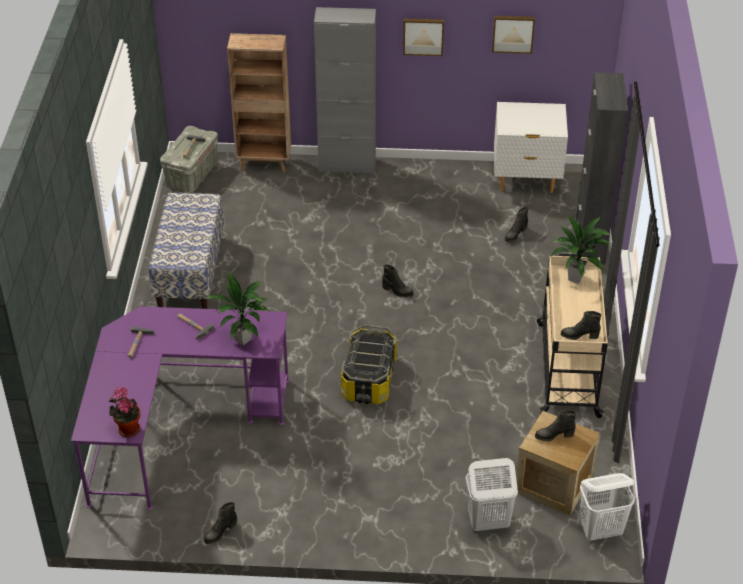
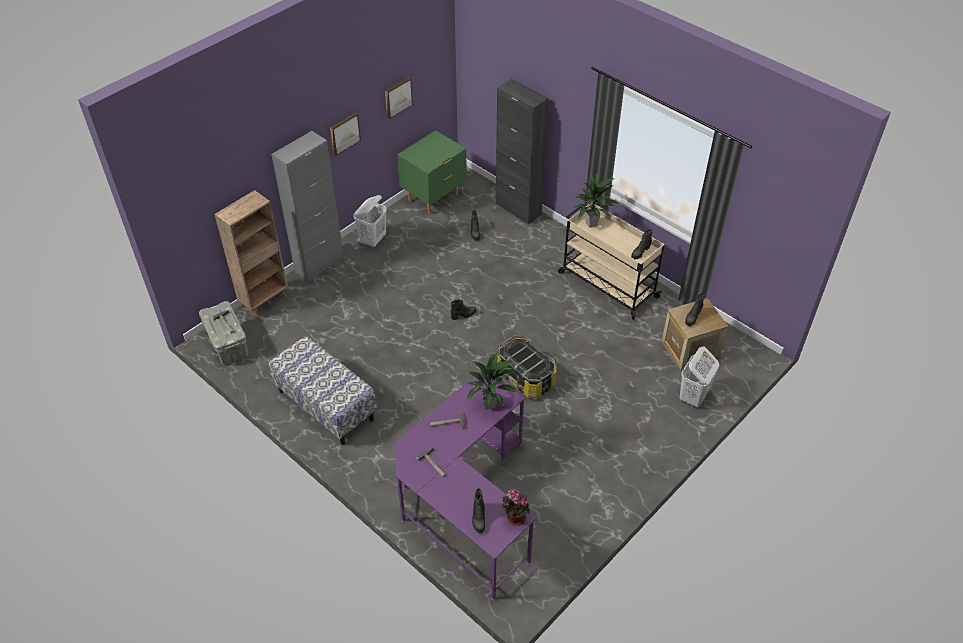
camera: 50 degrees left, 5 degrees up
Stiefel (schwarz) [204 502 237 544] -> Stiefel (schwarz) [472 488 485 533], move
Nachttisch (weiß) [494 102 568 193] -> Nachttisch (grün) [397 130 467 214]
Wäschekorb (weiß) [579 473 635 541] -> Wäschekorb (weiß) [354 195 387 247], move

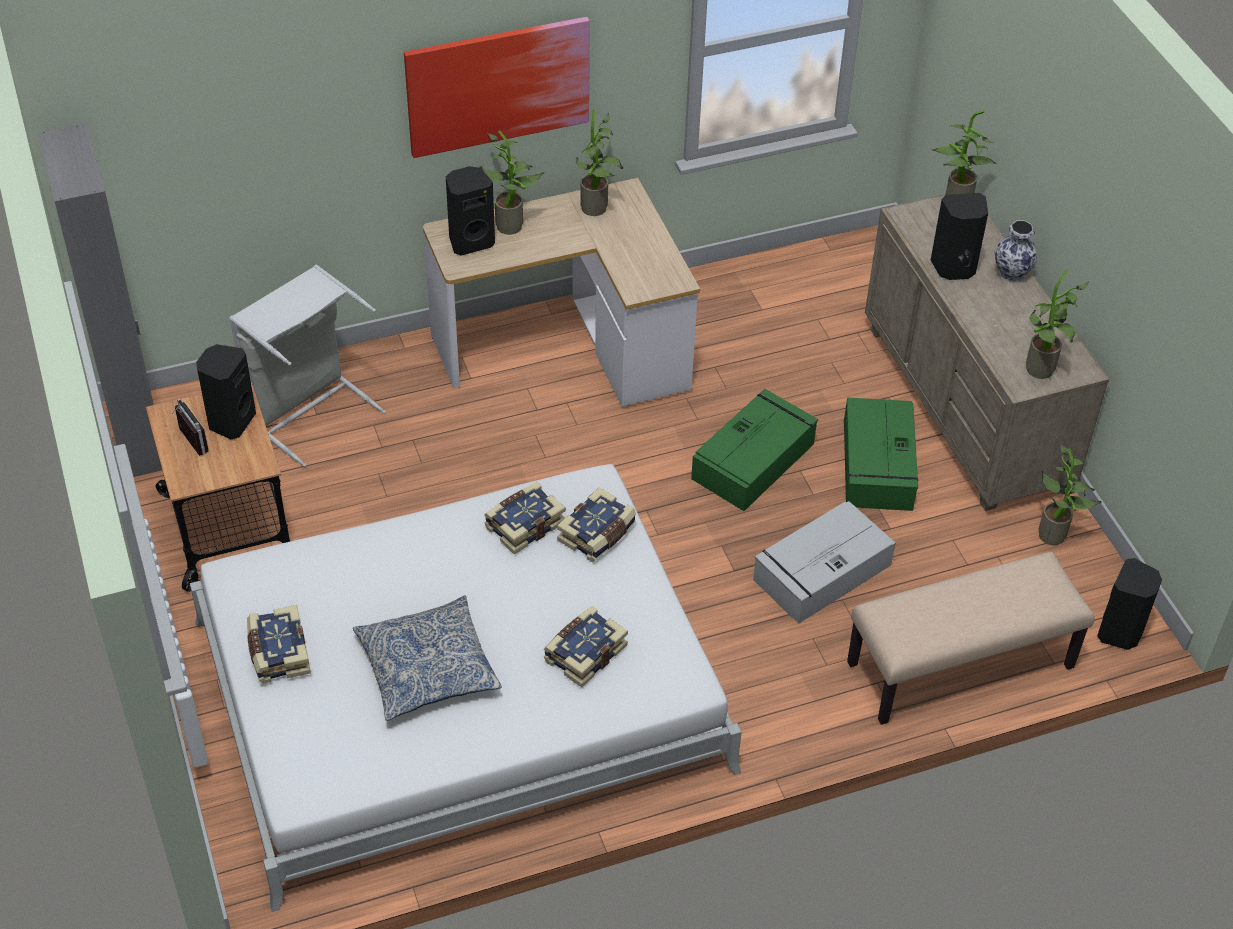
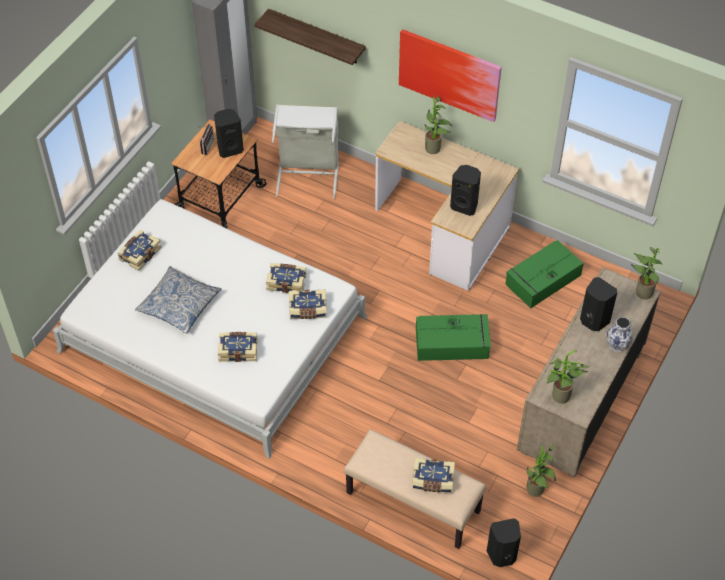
camera: 50 degrees right, 5 degrees up
Lautsprecher (schwarz) [446 166 495 256] -> Lautsprecher (schwarz) [450 165 481 216], move
Topfpflanze [576 110 623 216] -> none
Aufbewahrungsbox (grau) [753 501 895 624] -> none
Aufbewahrungsbox (grün) [844 398 918 511] -> Aufbewahrungsbox (grün) [505 240 584 308], move
none -> Wandregal [254 9 366 65]
none -> Buch [412 458 455 493]

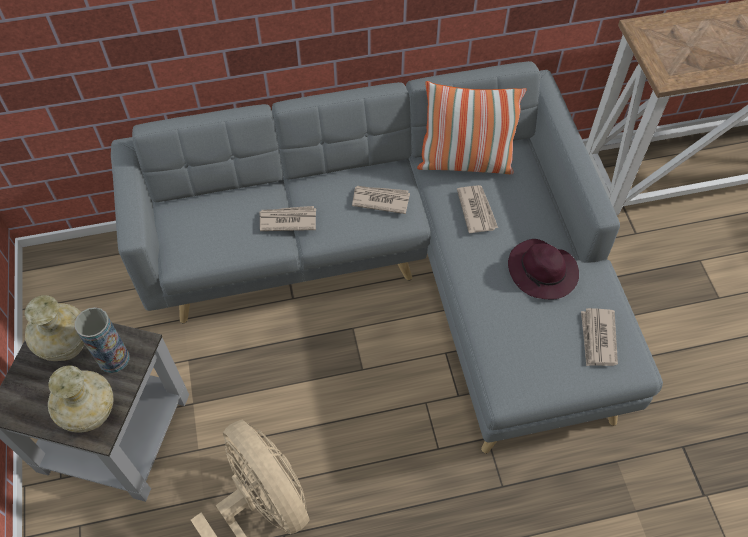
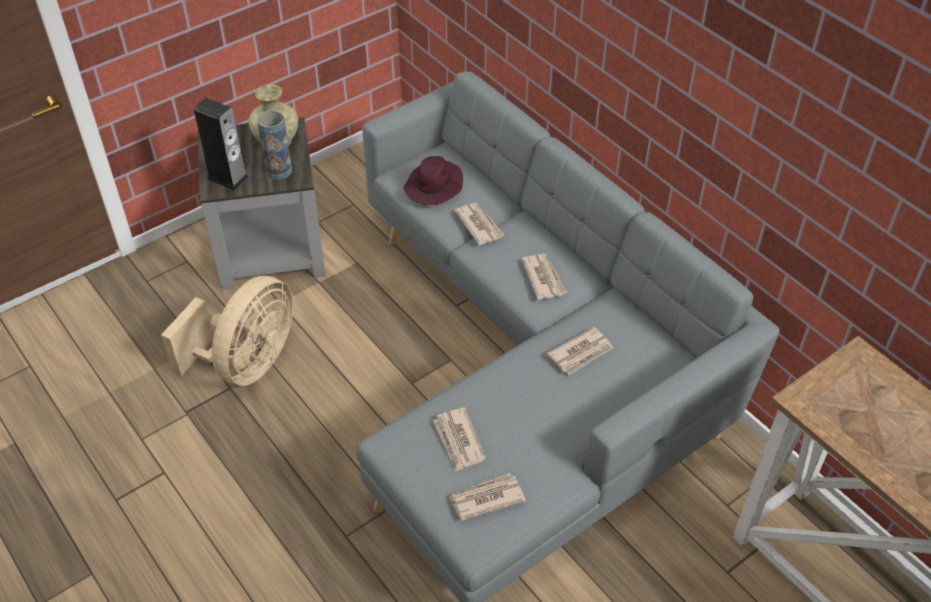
camera: 65 degrees right, 10 degrees down
Vase (beige) [48 366 113 433] -> Lautsprecher [194 98 249 191]
Kissen [417 81 527 174] -> none
Hut (lila) [508 239 579 299] -> Hut (lila) [403 156 463 205], move
none -> Zeitung [432 407 486 472]

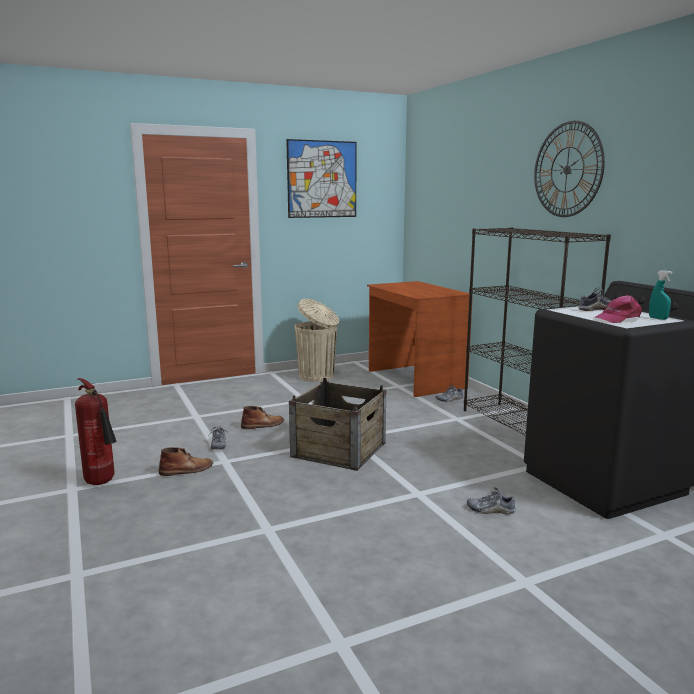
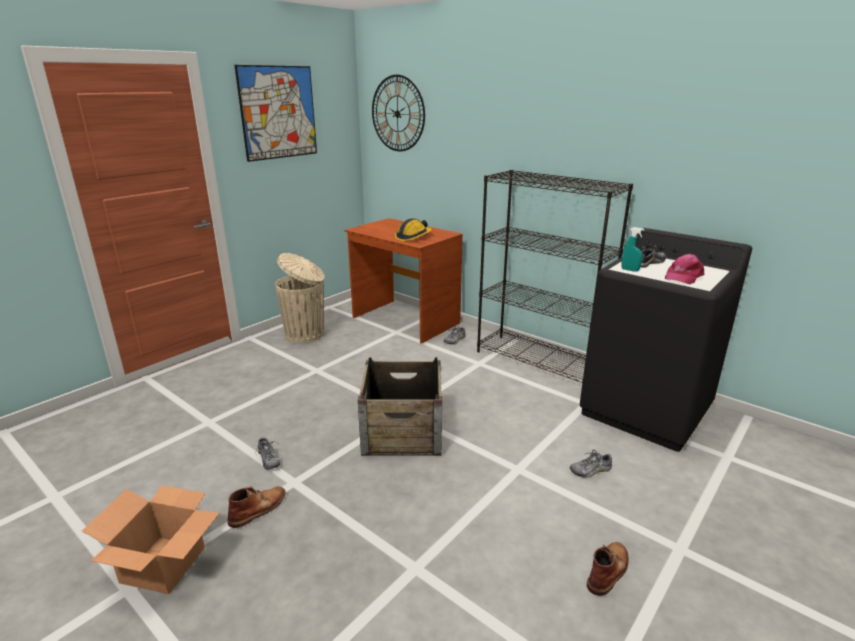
camera: 25 degrees left, 10 degrees up
Feuerlöscher [75 378 117 485] -> Karton [82 485 219 594]
Stiefel (braun) [241 406 284 429] -> Stiefel (braun) [587 542 629 596], move
Wanduhr [534 121 605 217] -> Wanduhr [372 75 425 151], move
Sprühflasche (türkis) [649 270 672 320] -> Sprühflasche (türkis) [622 227 645 271], move
none -> Schutzhelm [395 218 432 241]

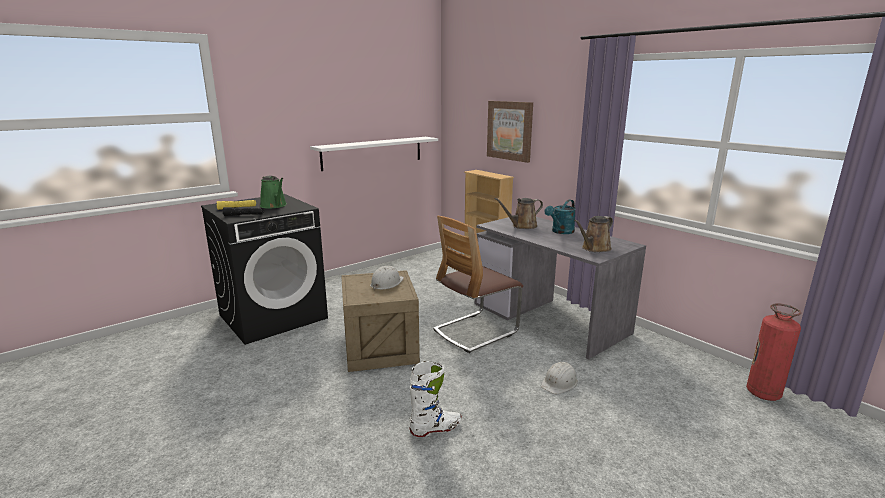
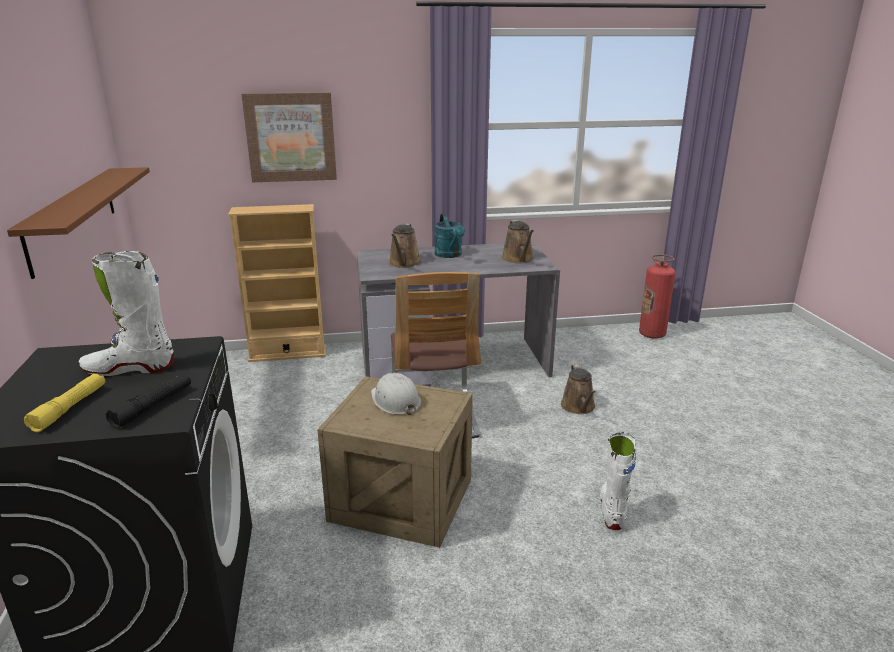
camera: 60 degrees left, 5 degrees up
Gießkanne (grün) [260 175 287 209] -> Stiefel (weiß) [79 251 174 376]
Wandregal (weiß) [310 137 438 171] -> Wandregal (braun) [7 167 150 279]
Schutzhelm (weiß) [541 362 578 394] -> Gießkanne (braun) [561 364 596 414]

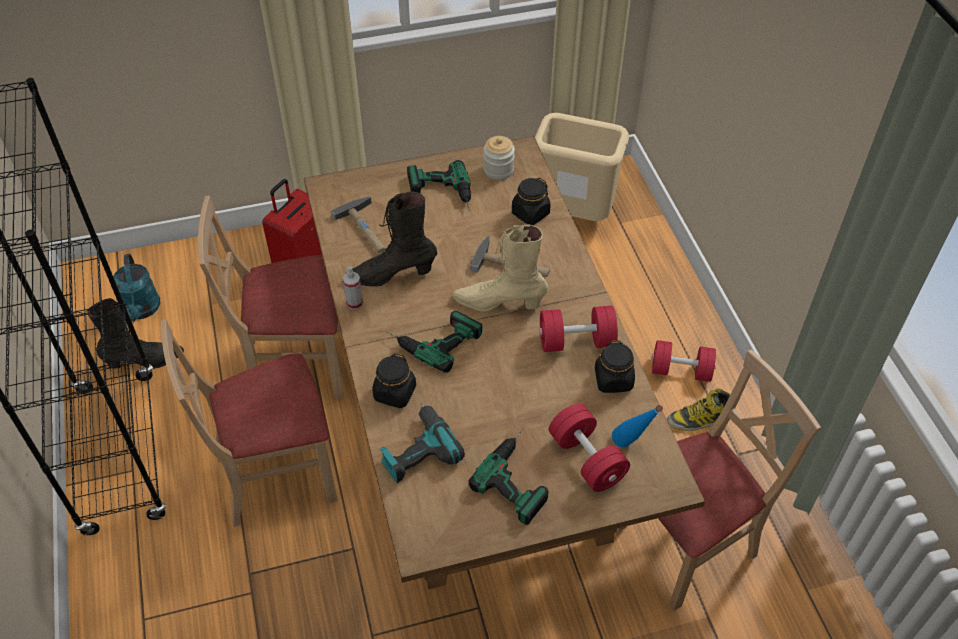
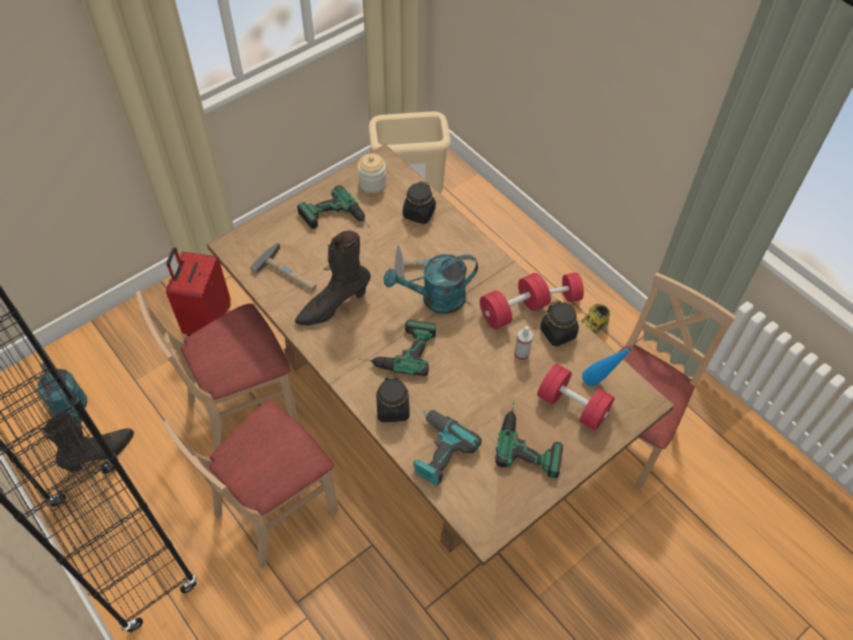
camera: 25 degrees left, 5 degrees up
Sprühflasche [343 266 363 310] -> Sprühflasche [514 326 533 361], move
Stiefel (beige) [453 225 548 312] -> Gießkanne (türkis) [384 254 478 314]

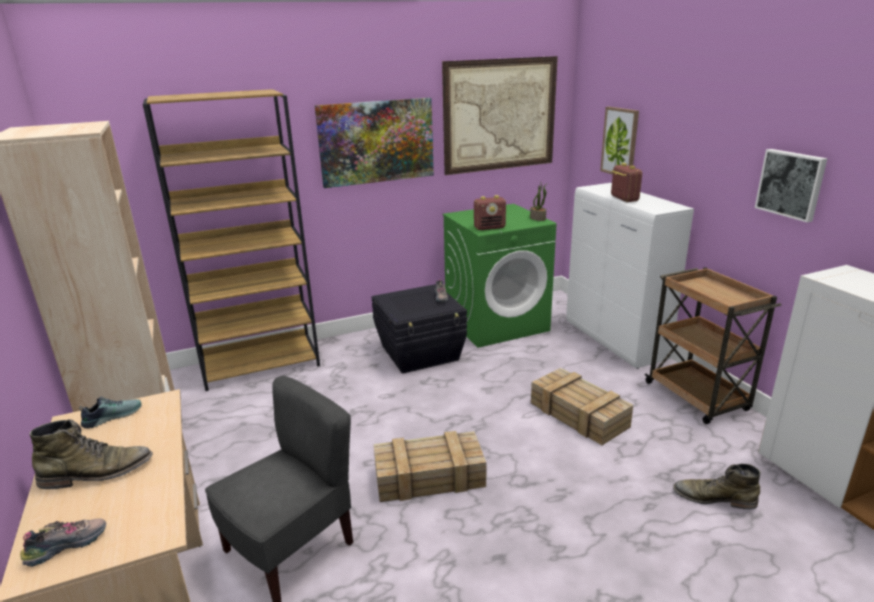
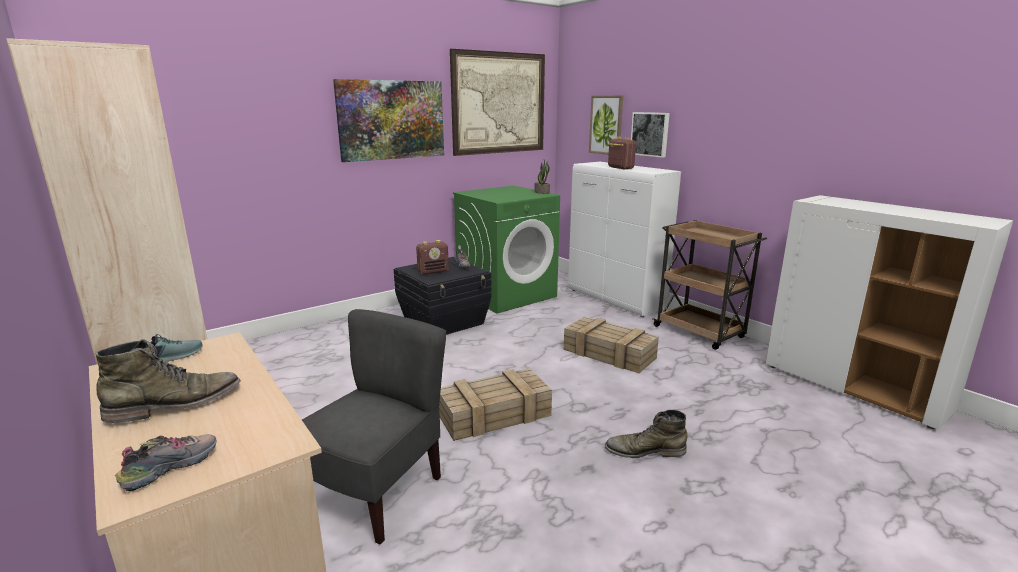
camera: 15 degrees left, 5 degrees down
Bücherregal (braun) [143 89 320 391] -> none
Radio [474 195 506 230] -> Radio [416 240 449 275], move
Stiefel (grün) [673 464 761 510] -> Stiefel (grün) [605 410 687 458], move
Bild [755 149 827 222] -> Bild [631 112 670 158], move

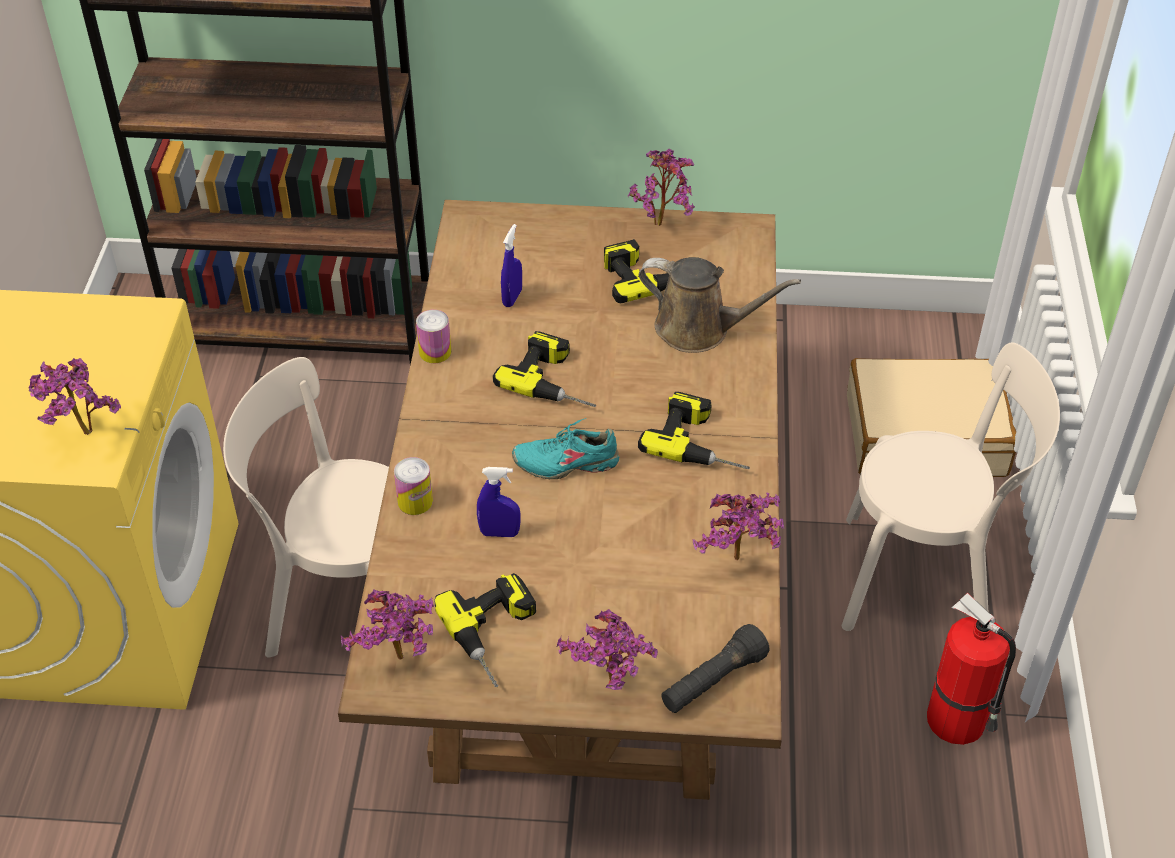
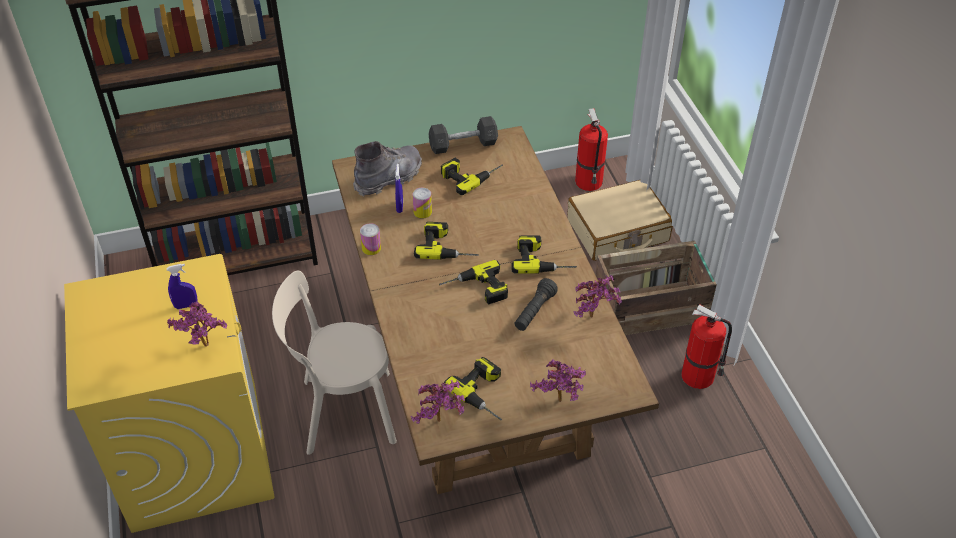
camera: 20 degrees left, 0 degrees up
Dose [394 457 433 515] -> Dose [413 188 432 219], move
Sprühflasche (blau) [477 467 520 537] -> Sprühflasche (blau) [167 264 198 309], move
Schuh (türkis) [512 418 619 479] -> Bohrmaschine [439 260 508 305]
Topfpflanze [628 149 695 226] -> Hantel (grau) [428 116 498 154]
Gießkanne (braun) [639 257 801 353] -> none
Taschenlampe (schwarz) [661 624 769 713] -> Taschenlampe (schwarz) [514 278 558 331], move
Stuhl (beige) [842 343 1060 631] -> Kiste [595 241 717 335]
none -> Stiefel (grau) [353 141 422 197]
none -> Feuerlöscher [575 108 608 191]

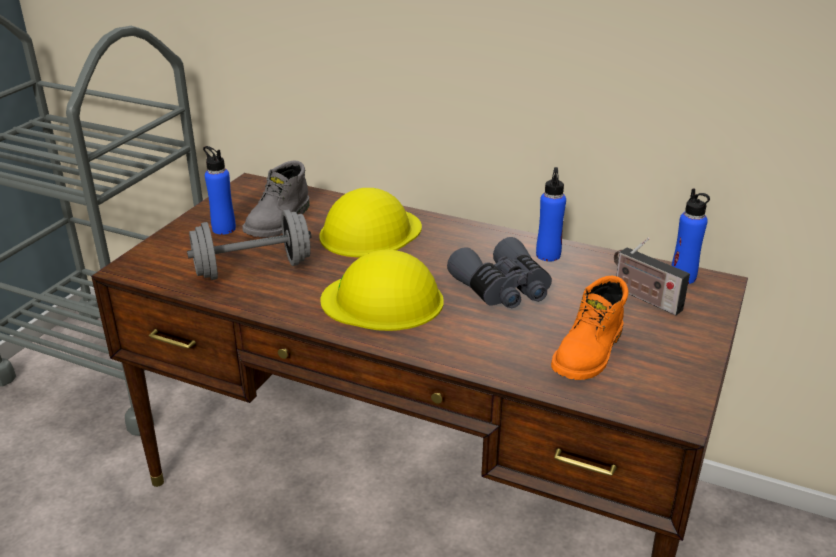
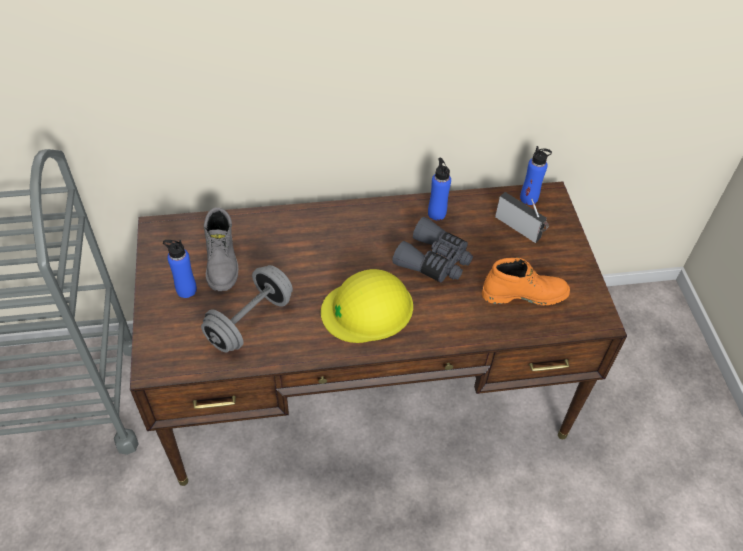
camera: 35 degrees left, 20 degrees up
Schutzhelm (gelb) [319 188 422 257] -> none
Stiefel (orange) [551 276 628 380] -> Stiefel (orange) [482 258 570 305], 90 degrees counterclockwise
Radio [614 237 690 315] -> Radio [495 192 549 243], 150 degrees counterclockwise

